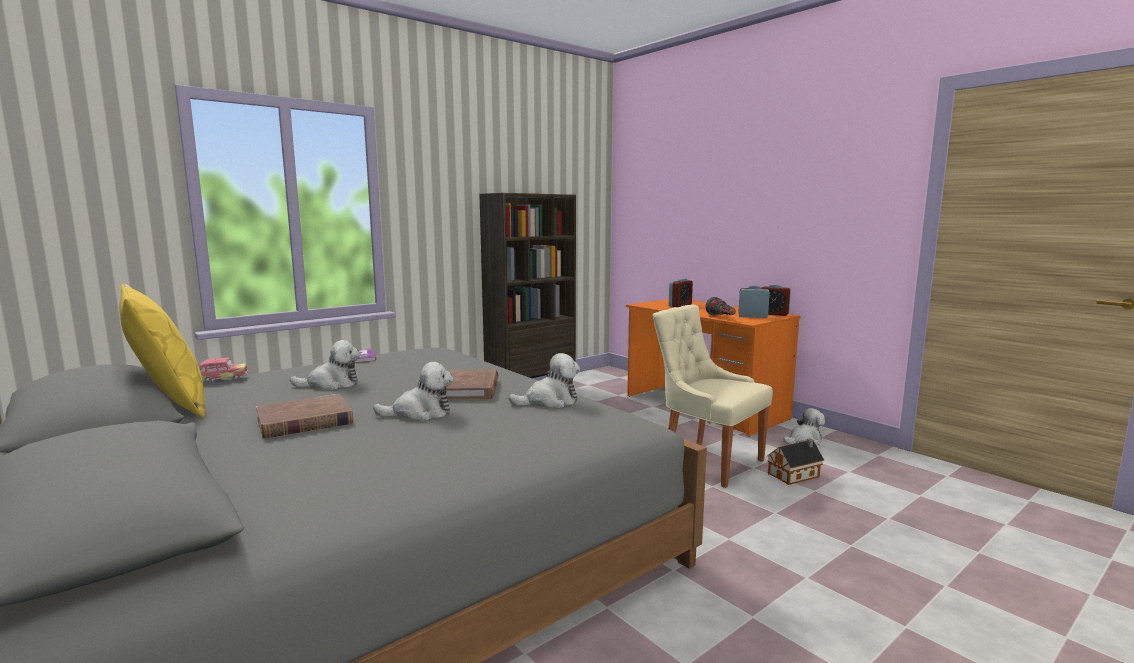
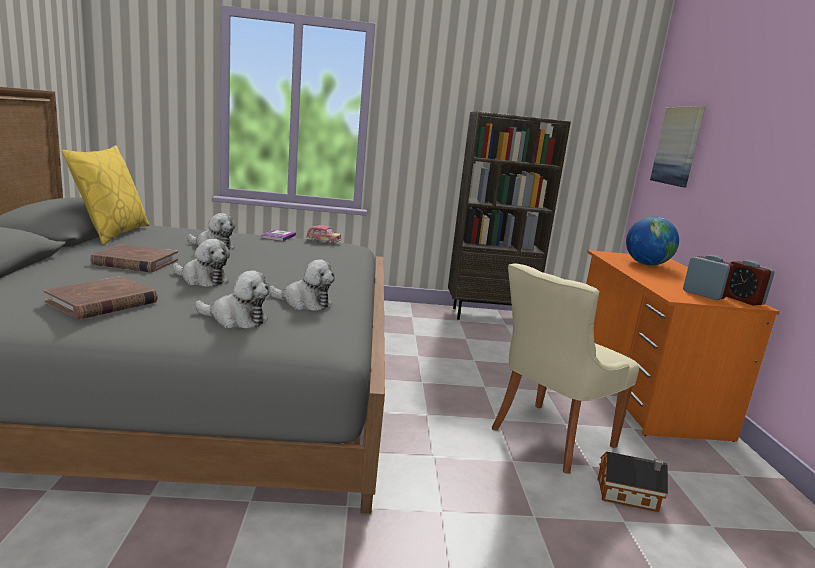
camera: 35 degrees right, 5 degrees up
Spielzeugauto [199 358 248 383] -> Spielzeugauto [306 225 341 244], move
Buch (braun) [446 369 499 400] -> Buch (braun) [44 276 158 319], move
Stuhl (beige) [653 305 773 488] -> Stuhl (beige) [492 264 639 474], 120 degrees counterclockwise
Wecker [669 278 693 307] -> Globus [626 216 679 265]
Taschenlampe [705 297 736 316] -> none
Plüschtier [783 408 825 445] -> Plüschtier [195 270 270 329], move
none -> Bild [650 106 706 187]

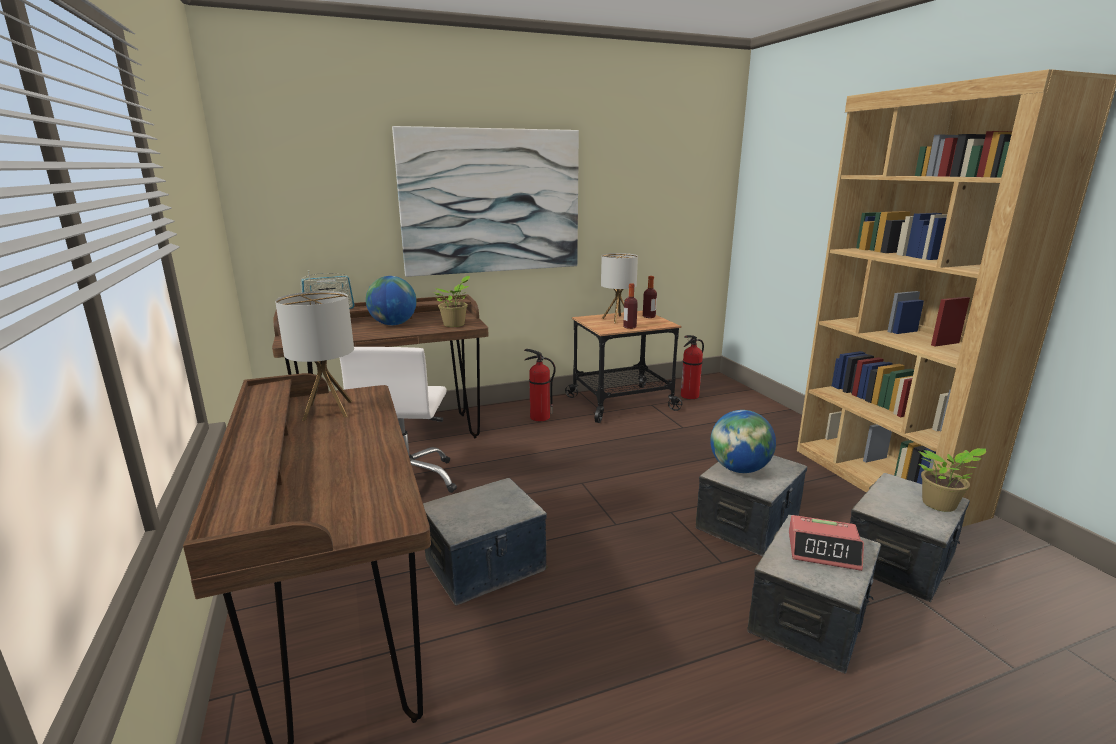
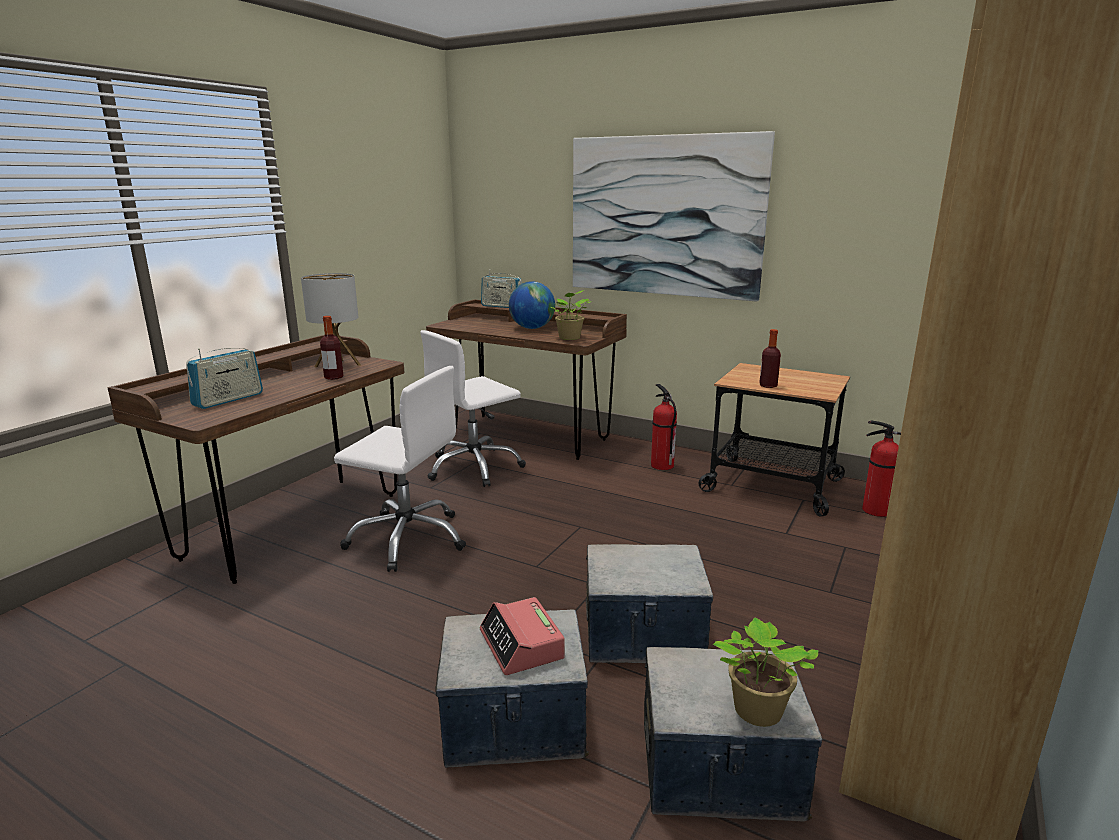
camera: 50 degrees right, 0 degrees up
Aufbewahrungsbox [423 478 548 606] -> Bürostuhl (weiß) [334 366 466 572]
Tischlampe [601 253 638 324] -> none
Flasche [643 276 657 318] -> Flasche [320 316 343 380], move
Globus [710 410 776 473] -> none
none -> Radio [186 348 263 409]

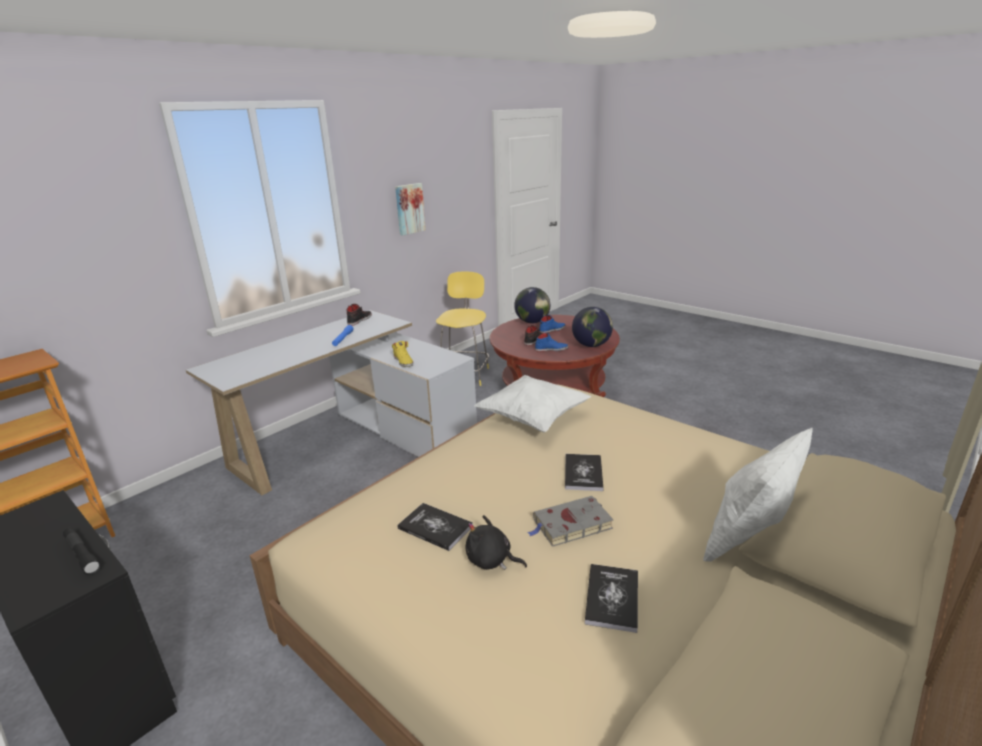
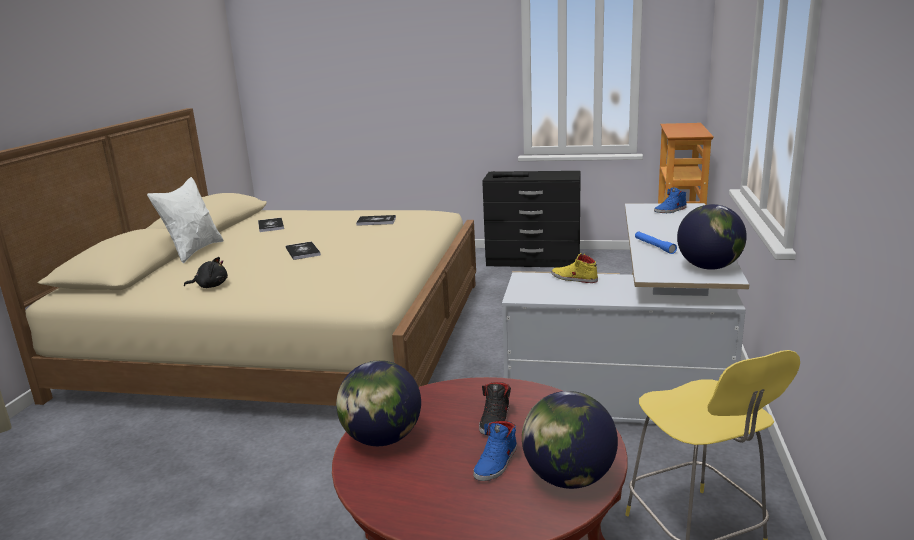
camera: 150 degrees right, 5 degrees down
Schuh (schwarz) [347 304 372 326] -> Globus [677 204 747 270]
Bild [395 183 426 235] -> none
Plüschtier (schwarz) [465 515 527 570] -> Plüschtier (schwarz) [184 257 228 288], move
Kissen (weiß) [474 375 592 432] -> none
Buch (grau) [527 496 614 547] -> none
Schuh (blau) [535 332 568 352] -> Schuh (blau) [654 188 687 213], move

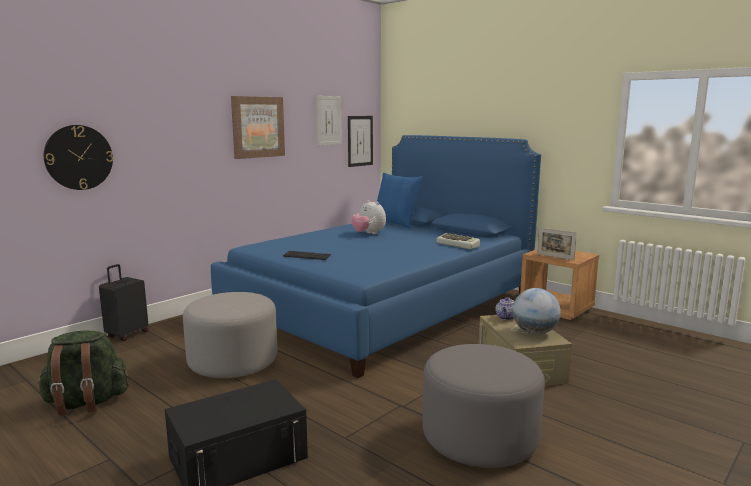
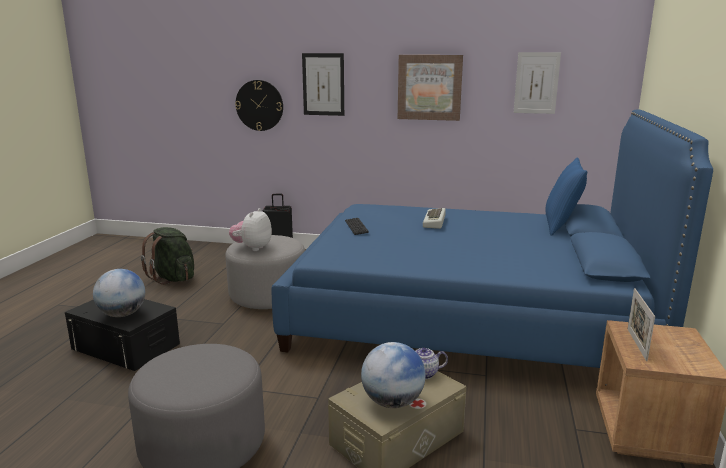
camera: 60 degrees right, 5 degrees up
Bild [348 116 373 167] -> Bild [302 53 344 116], move
Plüschtier [351 200 386 235] -> Plüschtier [229 208 272 251], move
Tastatur [437 233 480 249] -> Tastatur [423 208 446 229], move
none -> Globus [93 269 145 317]

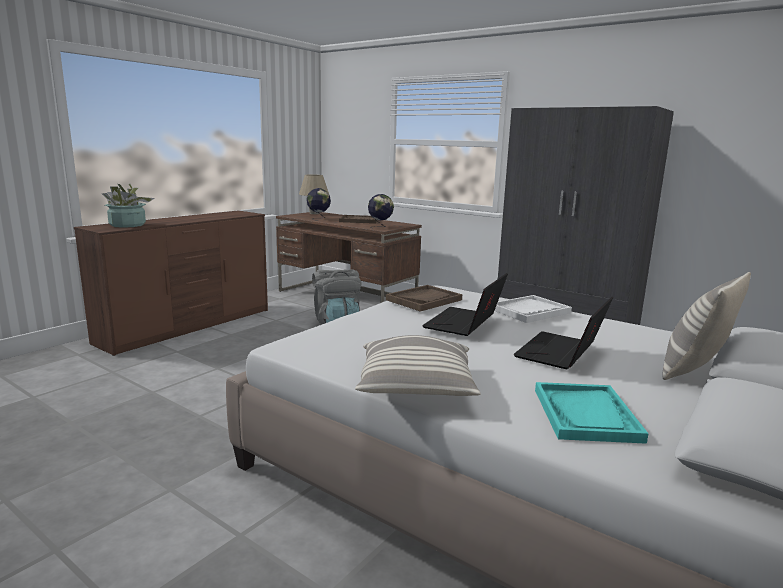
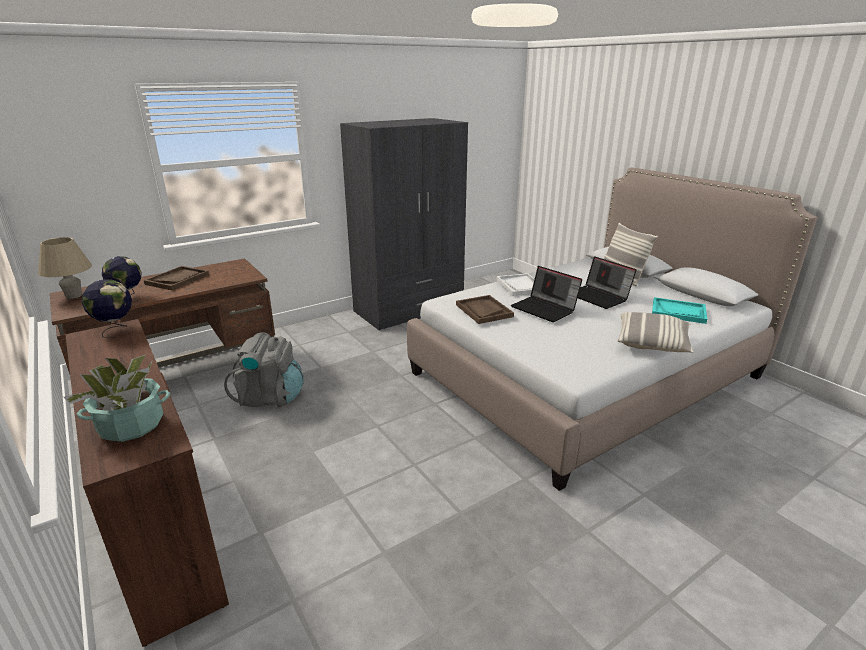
camera: 70 degrees left, 10 degrees up
Globus [368 194 394 228] -> Globus [82 279 132 338], move

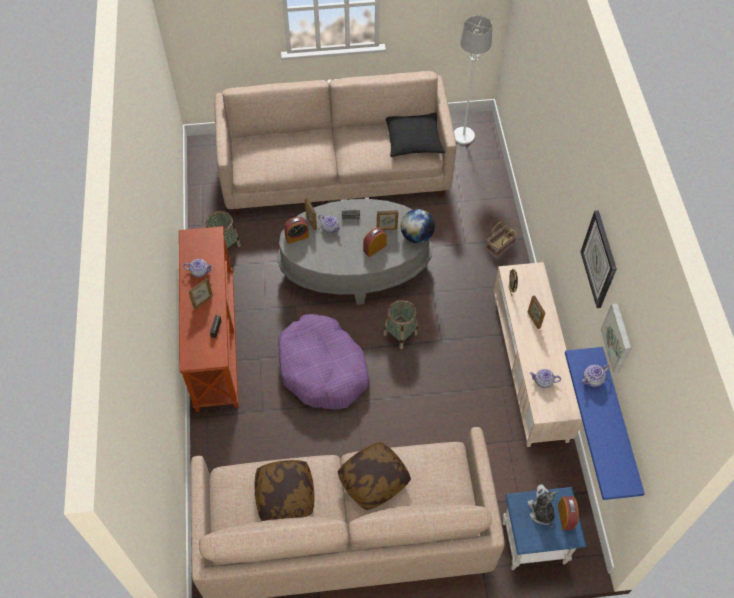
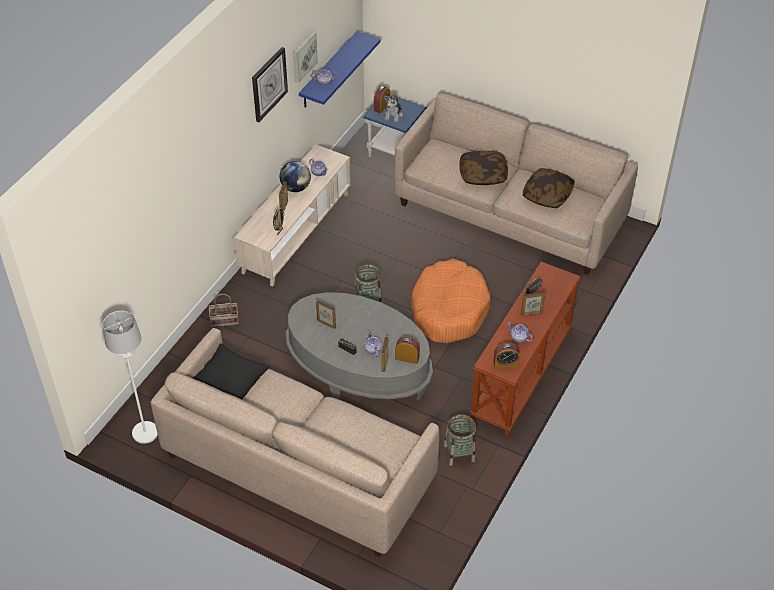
camera: 145 degrees left, 10 degrees down
Hundebett (lila) [278 314 370 409] -> Hundebett (orange) [411 259 491 343]
Wecker [363 228 387 257] -> Wecker [493 343 520 369], move
Globus [401 209 435 243] -> Globus [280 161 311 192], move

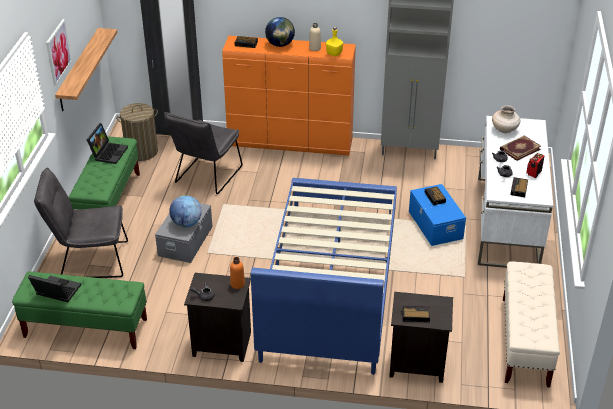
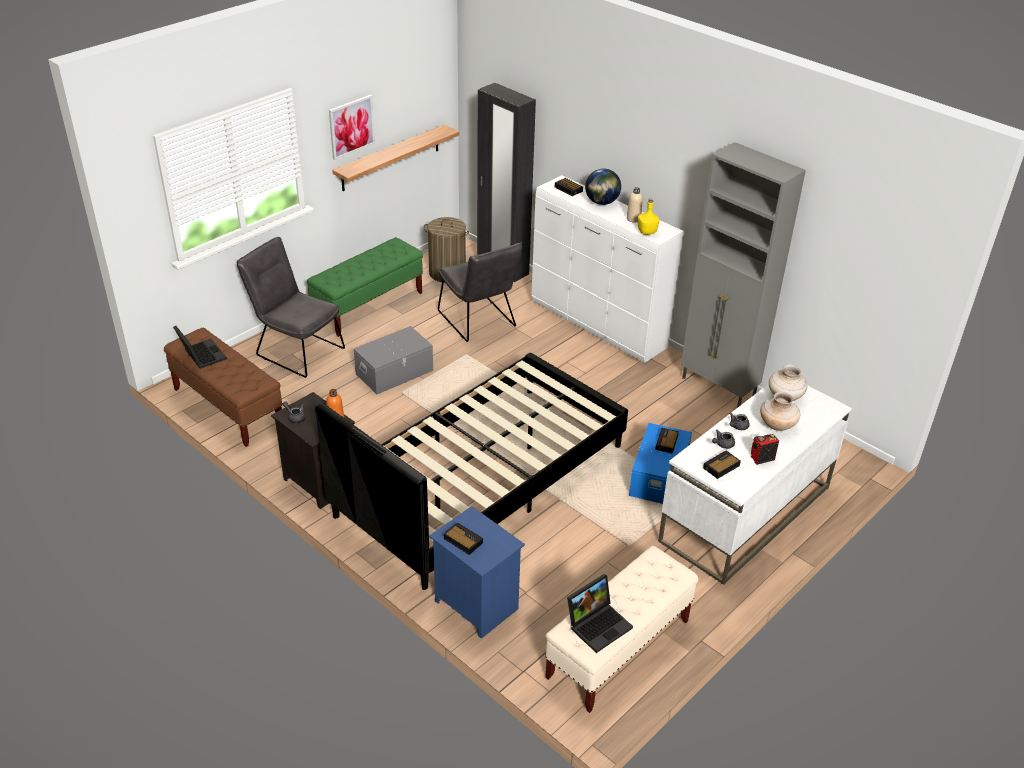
camera: 35 degrees right, 0 degrees up
Bank (grün) [12 271 147 349] -> Bank (braun) [164 328 283 447]
Laptop [87 123 128 164] -> Laptop [567 574 633 653], move
Stuhl (grau) [164 112 243 194] -> Stuhl (grau) [438 242 522 342], 90 degrees counterclockwise
Globus [169 195 202 227] -> none
Kommode (orange) [222 36 356 156] -> Kommode (weiß) [531 175 684 363]
Bett (blau) [251 178 397 375] -> Bett (schwarz) [315 353 628 590]
Nachttisch (schwarz) [389 292 453 383] -> Nachttisch (blau) [429 506 525 639]
Buch [500 136 541 161] -> Vase (beige) [760 392 800 431]

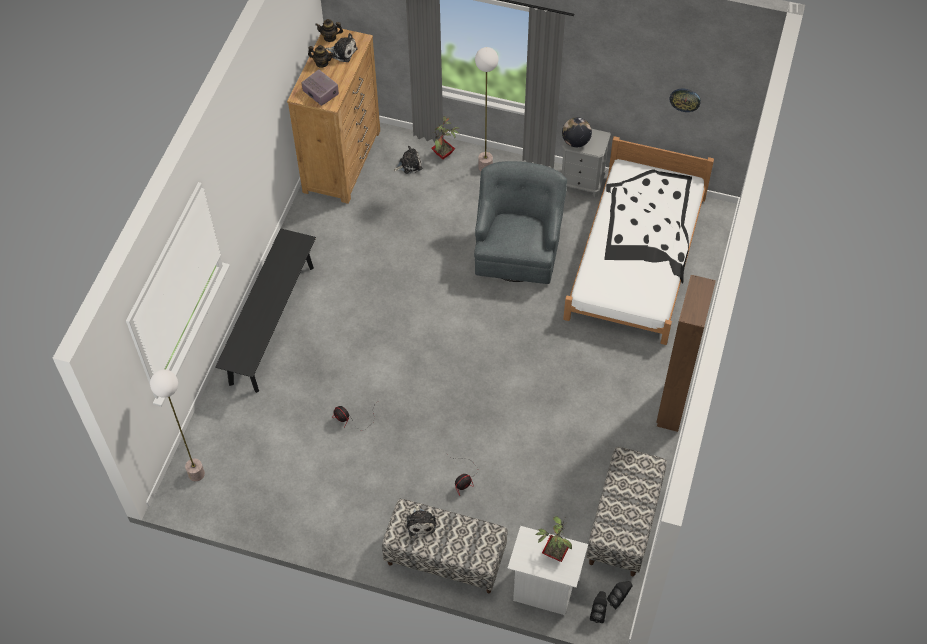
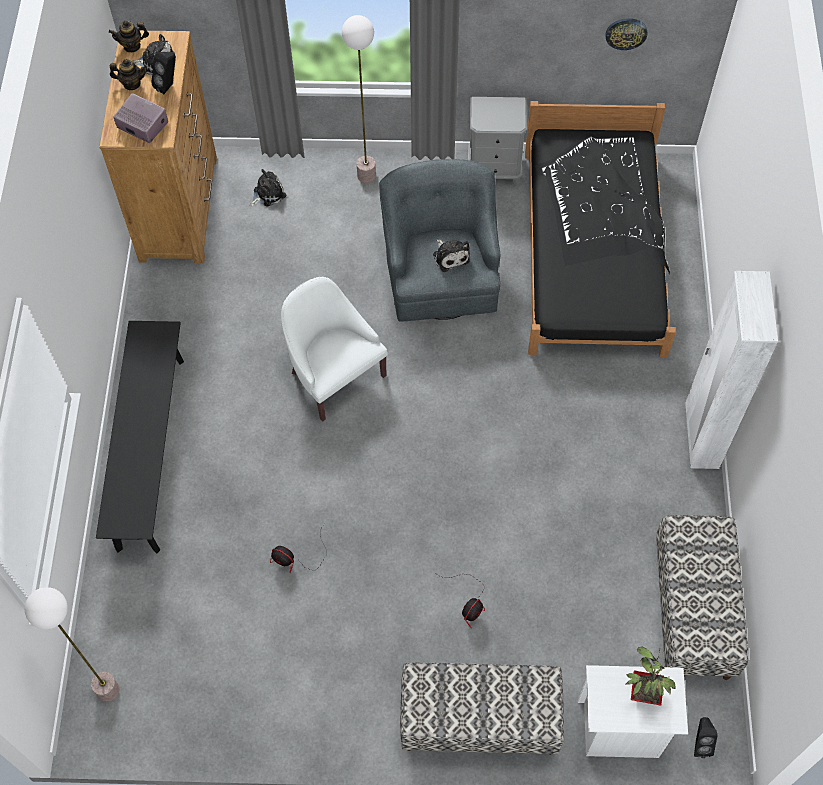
camera: 15 degrees left, 5 degrees up
Plüschtier [406 504 436 536] -> Plüschtier [433 239 469 272], move
Topfpflanze [431 116 460 159] -> none
Globus [562 117 592 147] -> none
Bett (weiß) [563 136 714 345] -> Bett (schwarz) [525 101 676 357]
Lautsprecher (schwarz) [607 581 632 610] -> Lautsprecher (schwarz) [151 52 176 94], move
Kleiderschrank (braun) [656 275 716 432] -> Kleiderschrank (weiß) [685 271 778 469]
none -> Sessel (weiß) [281 277 388 422]

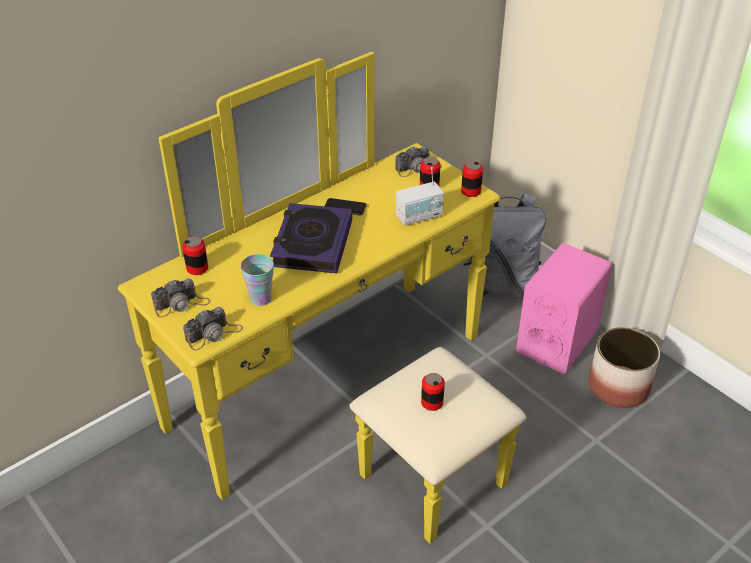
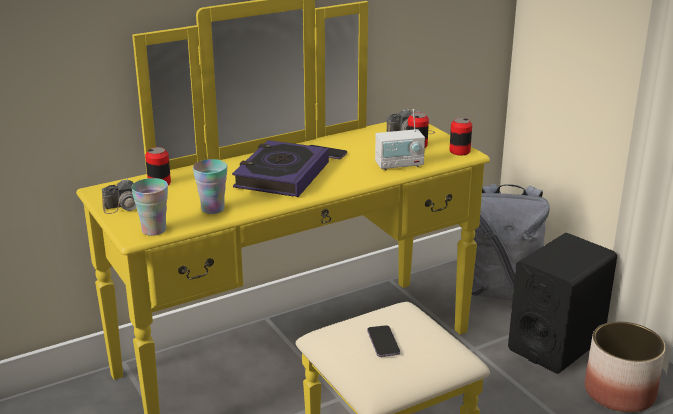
camera: 10 degrees right, 15 degrees down
Kamera [183 307 243 350] -> Tasse [131 178 168 236]
Dose [421 373 445 411] -> Handy [367 325 400 357]
Lautsprecher (rosa) [516 243 612 374] -> Lautsprecher (schwarz) [508 233 617 374]

